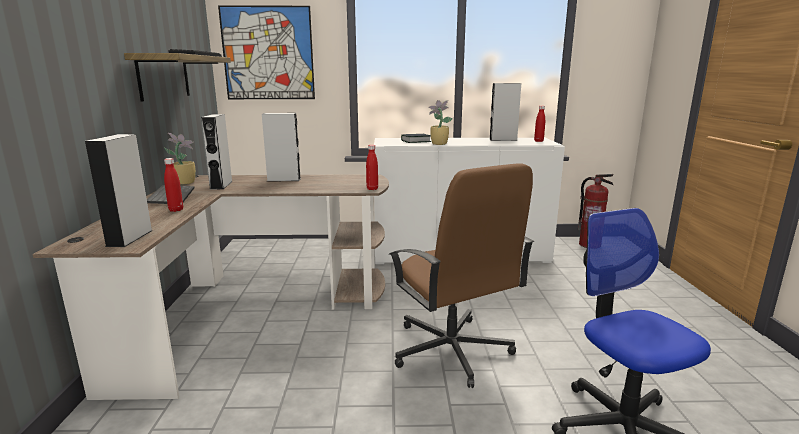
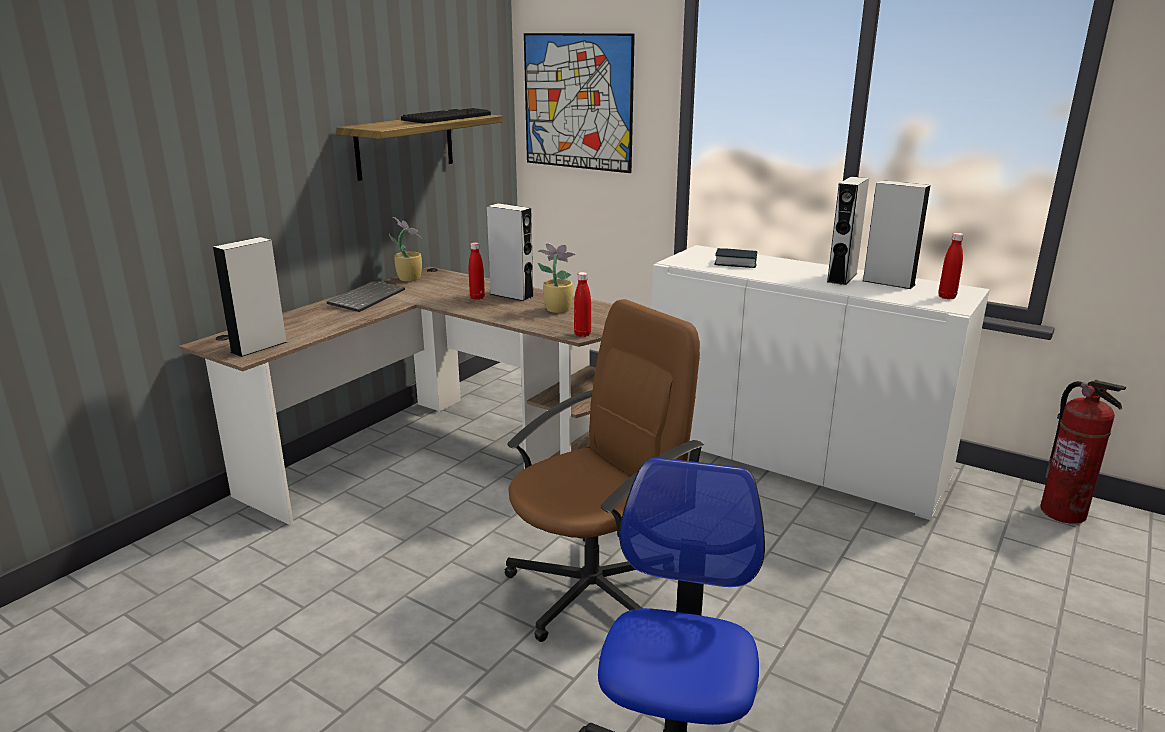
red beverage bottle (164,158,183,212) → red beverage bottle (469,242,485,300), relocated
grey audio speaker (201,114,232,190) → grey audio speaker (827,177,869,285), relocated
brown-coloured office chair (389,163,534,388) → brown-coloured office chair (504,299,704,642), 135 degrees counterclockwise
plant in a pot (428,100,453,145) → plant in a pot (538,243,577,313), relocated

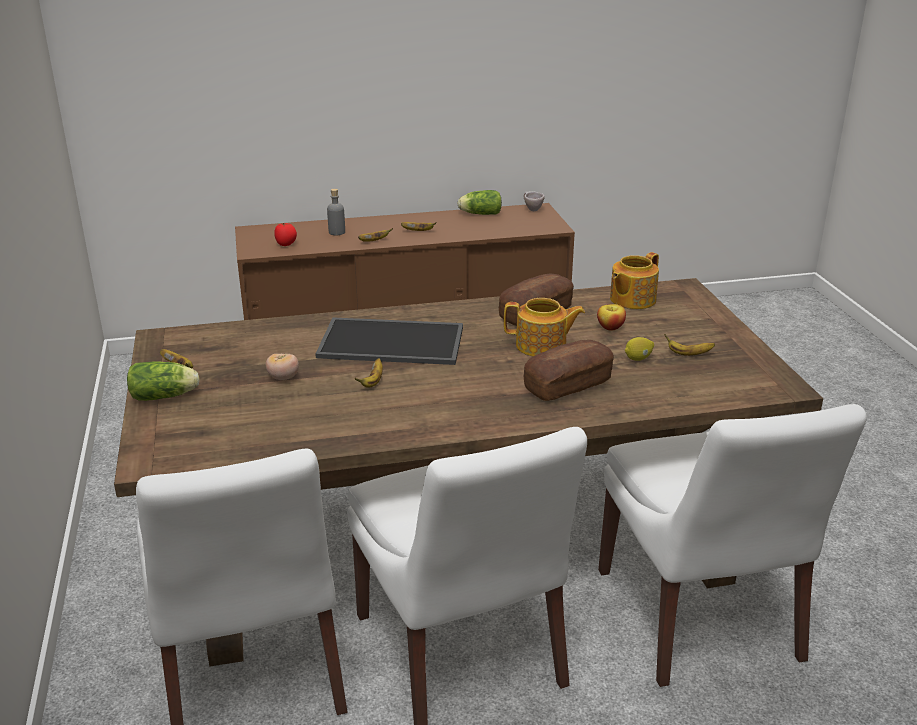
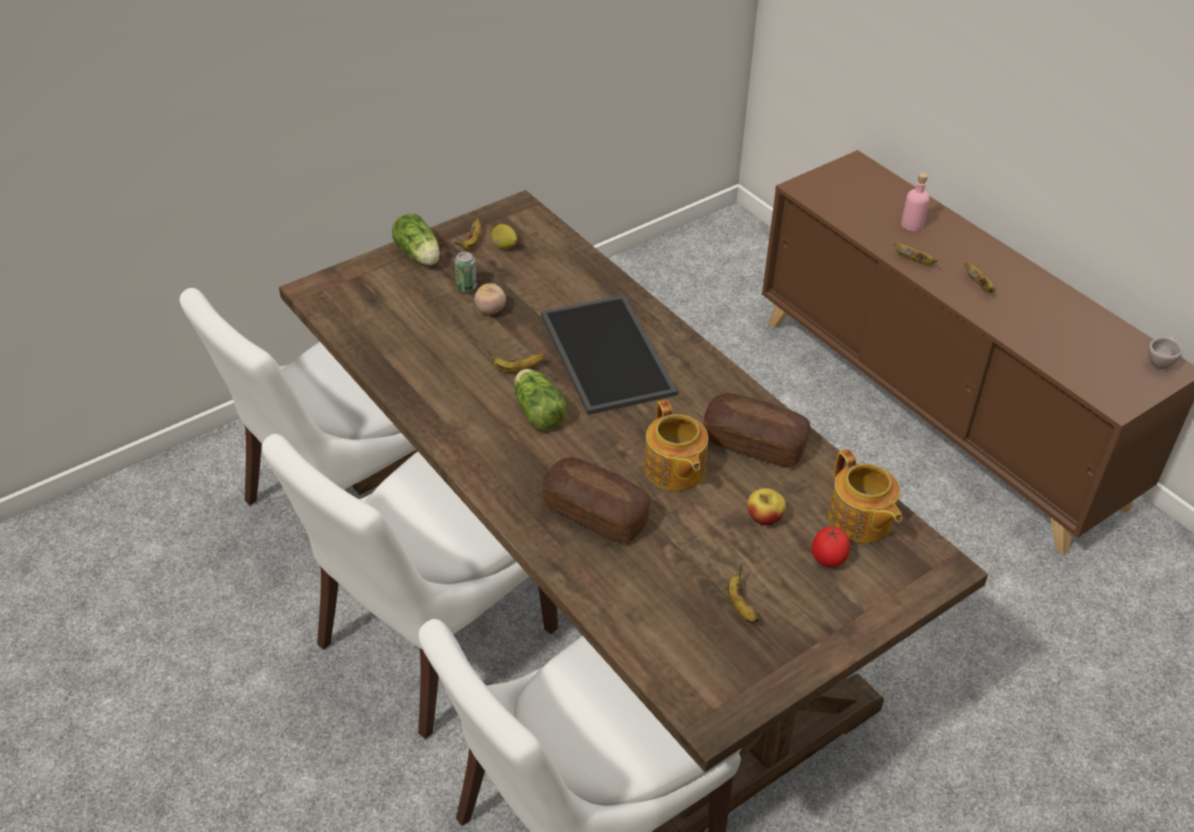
fresh tomato (274,223,297,246) → fresh tomato (812,526,850,567), relocated
grey beverage bottle (327,189,345,235) → pinkish beverage bottle (901,173,930,231)
head of lettuce (457,190,502,215) → head of lettuce (515,369,567,431), relocated
teapot (610,252,659,309) → teapot (828,449,902,543), 135 degrees counterclockwise
whole lemon (625,337,654,361) → whole lemon (491,224,517,249), relocated
- → metal can (454,252,477,292)

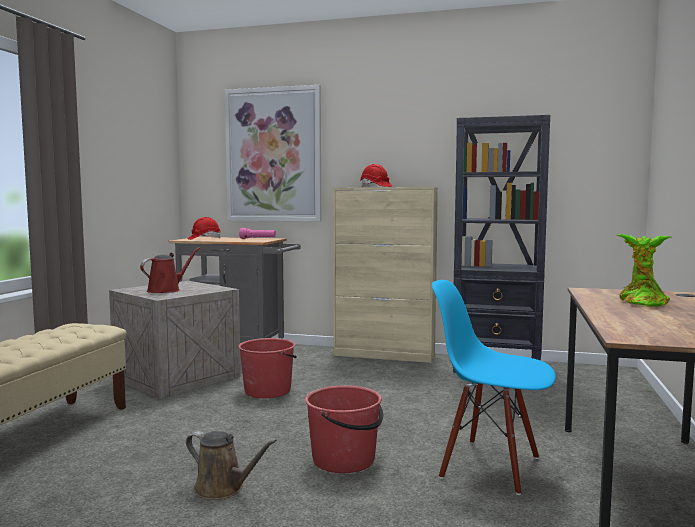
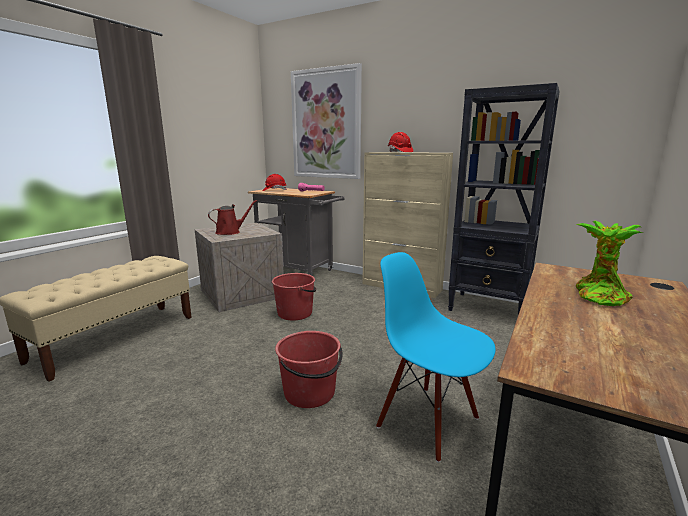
brown-coloured sprinkling can (186,431,277,500) → -

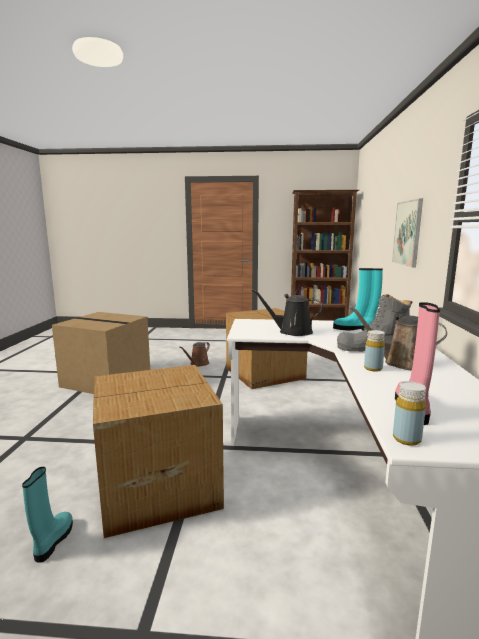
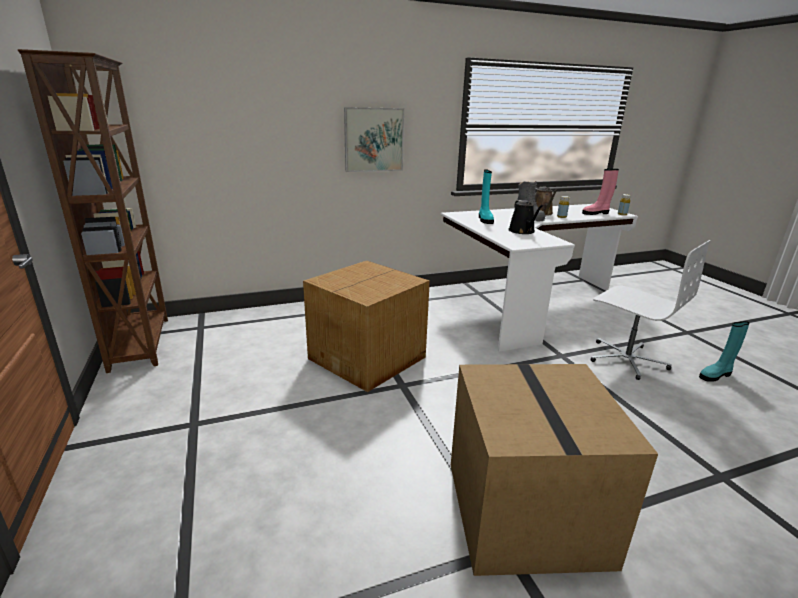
carton (93,365,224,538) → white office chair (590,240,710,380)
brown-coloured sprinkling can (179,342,210,367) → -

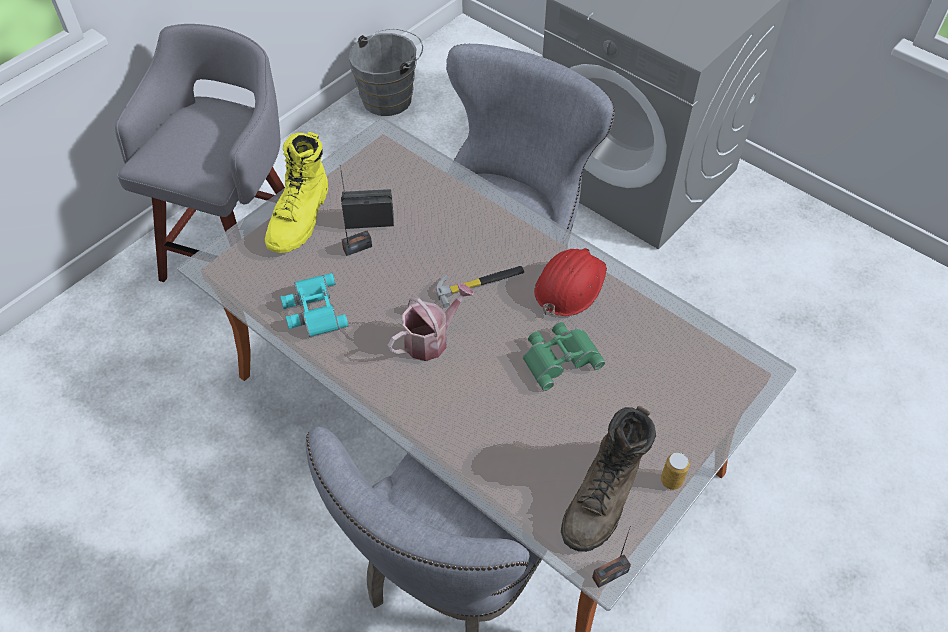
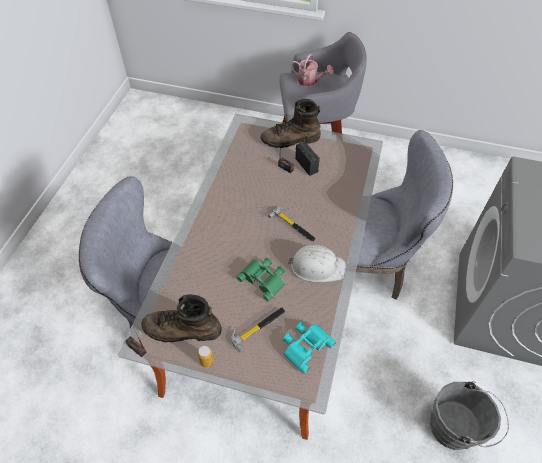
yellow high-top boot (265,132,328,253) → brown-coloured high-top boot (261,99,321,148)
turquoise-coloured field glasses (280,273,349,337) → turquoise-coloured field glasses (283,322,336,374), relocated
grey water bucket (349,28,423,116) → grey water bucket (430,381,509,450), relocated
sprinkling can (387,283,475,361) → sprinkling can (291,54,334,86), relocated
red work helmet (534,248,607,316) → white work helmet (287,245,346,282)
- → hand hammer (231,308,285,353)

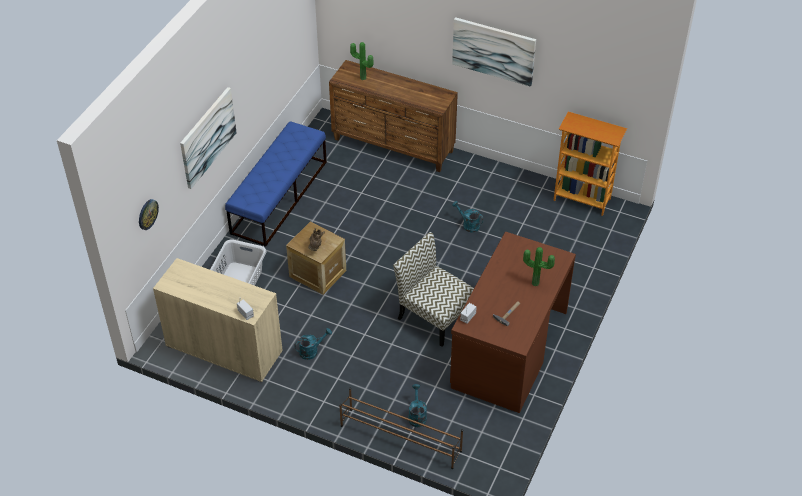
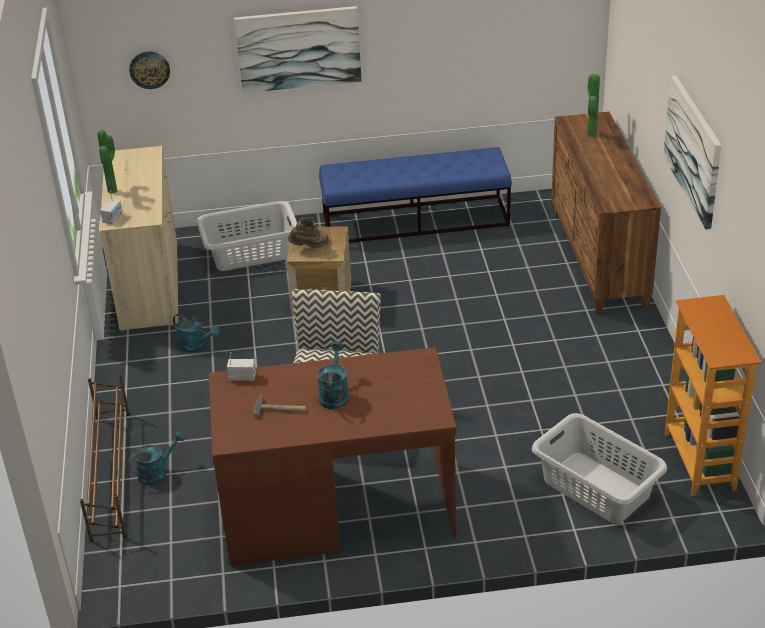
turquoise-coloured sprinkling can (452,201,484,233) → turquoise-coloured sprinkling can (317,341,349,409), relocated
plant in a pot (523,247,555,286) → plant in a pot (98,130,117,194), relocated
- → grey hamper (532,413,667,524)

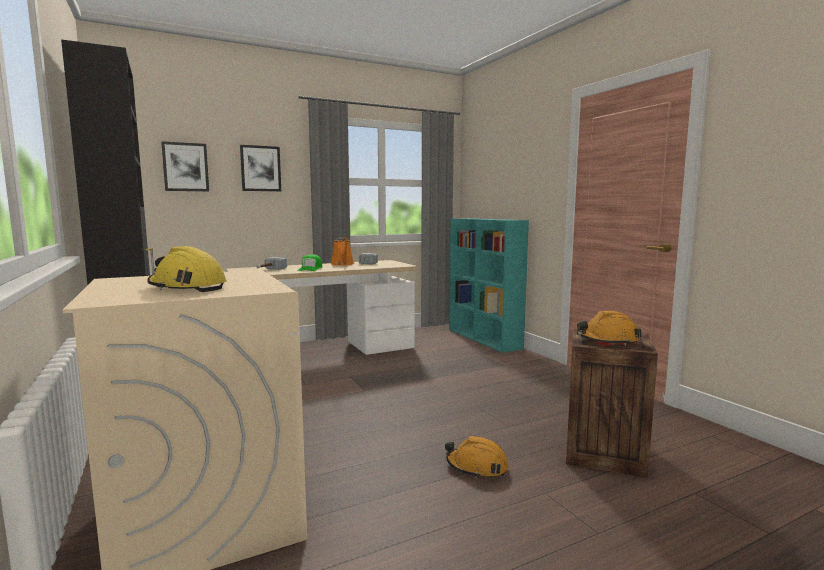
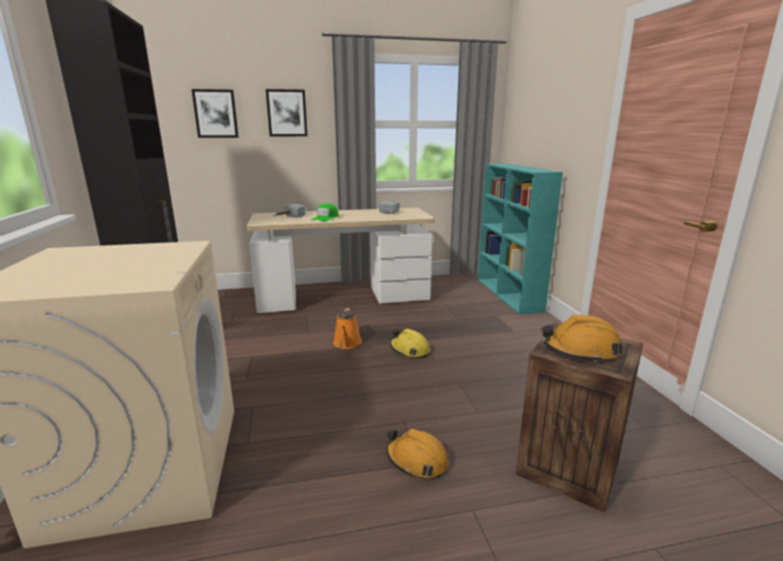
yellow work helmet (147,246,227,292) → yellow work helmet (390,329,430,359), relocated
orange sprinkling can (331,236,354,266) → orange sprinkling can (333,308,362,349), relocated

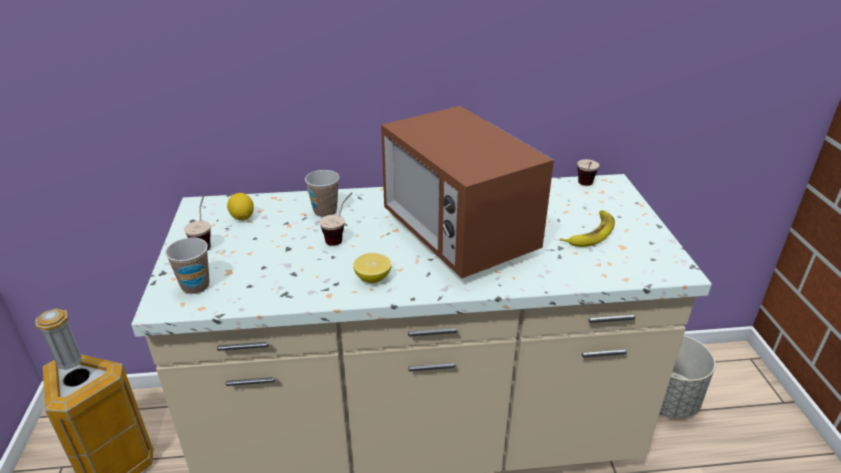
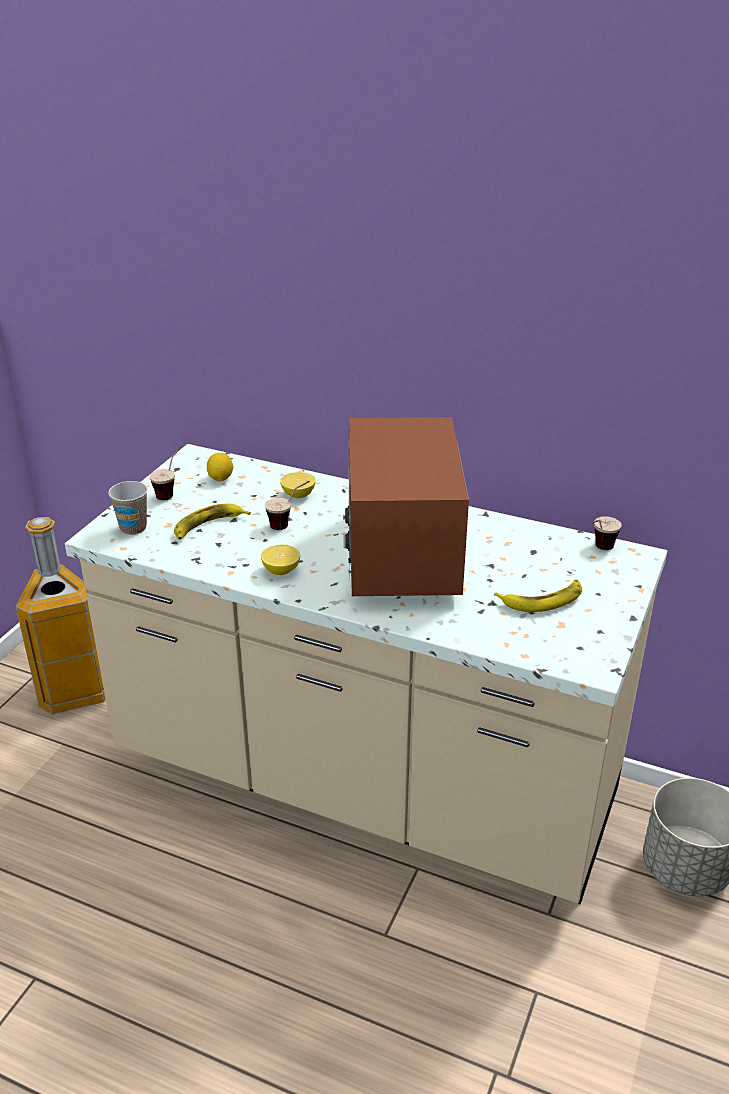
drinking cup (305,170,339,217) → whole lemon (280,472,316,498)
- → banana fruit (174,504,251,540)

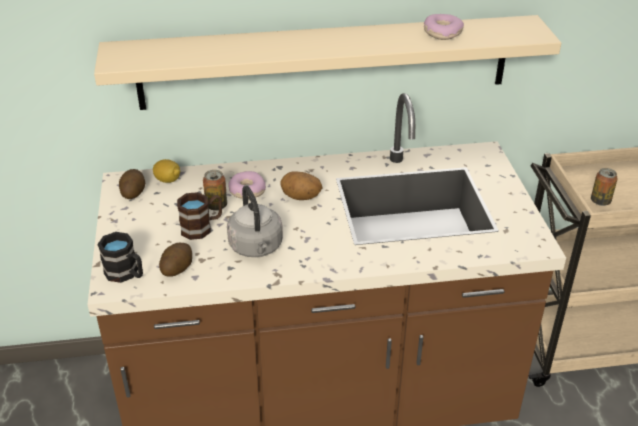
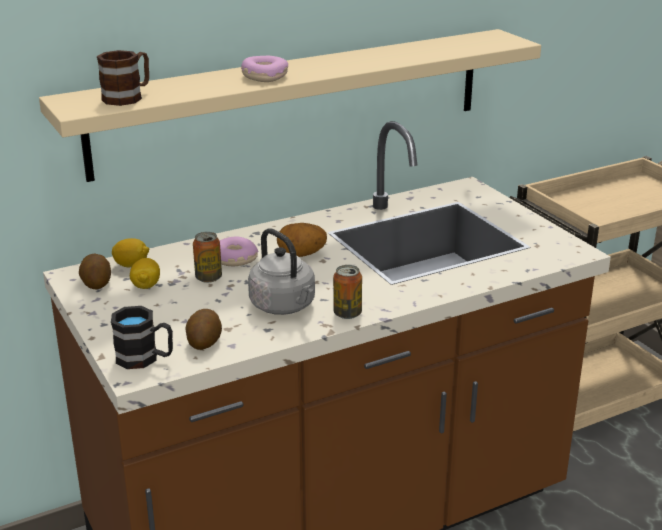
brown-coloured tea mug (177,192,222,240) → brown-coloured tea mug (97,50,149,106), relocated
donut (424,14,464,40) → donut (241,56,288,82), relocated
metal can (591,168,618,206) → metal can (333,265,362,319), relocated
- → whole lemon (130,258,160,289)

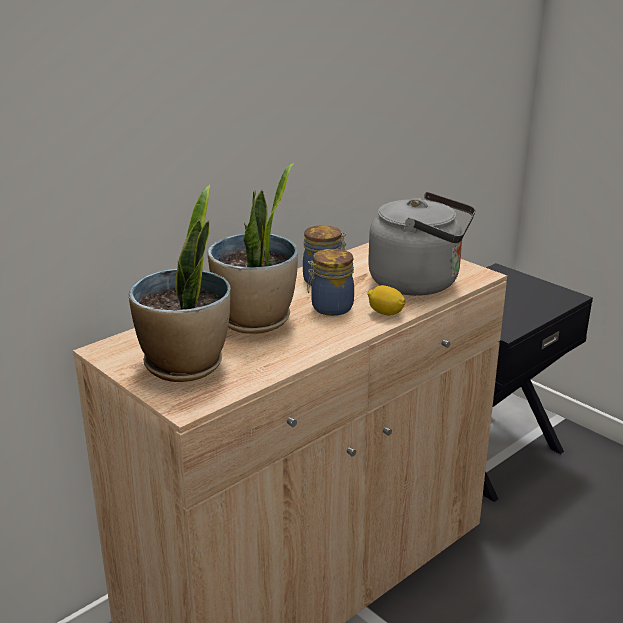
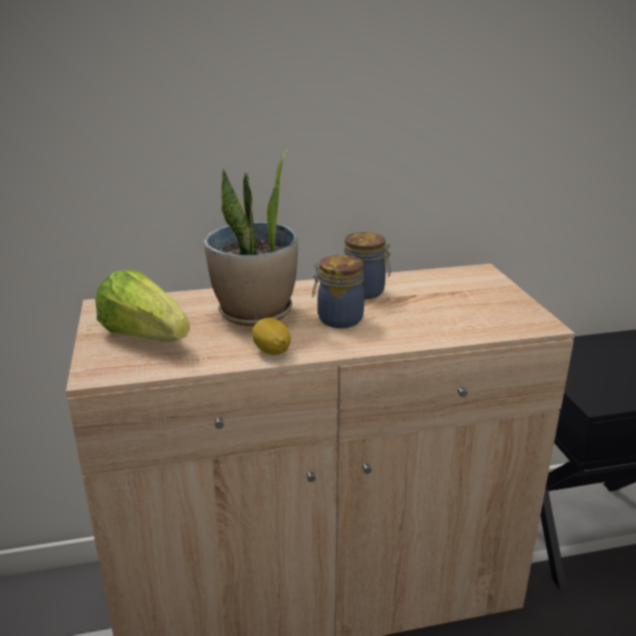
plant in a pot (129,185,231,382) → head of lettuce (95,269,190,342)
whole lemon (367,285,405,316) → whole lemon (252,318,291,355), relocated
grey water kettle (368,192,475,296) → -

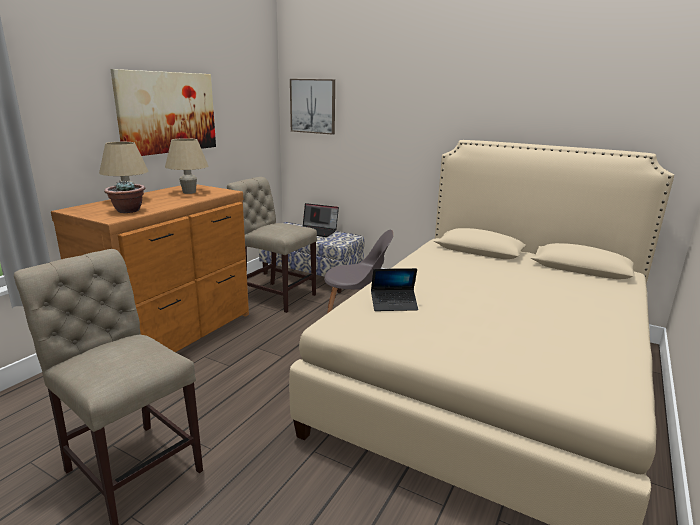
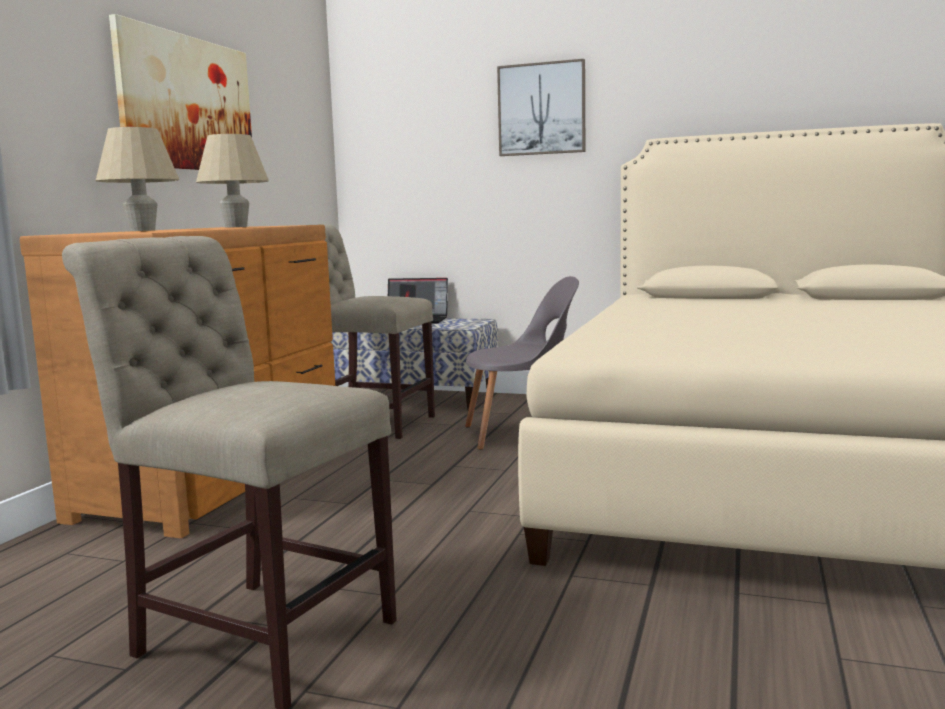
plant in a pot (104,181,145,213) → -
wall art (290,79,335,135) → wall art (497,59,585,156), relocated
portable computer (371,268,418,311) → -

